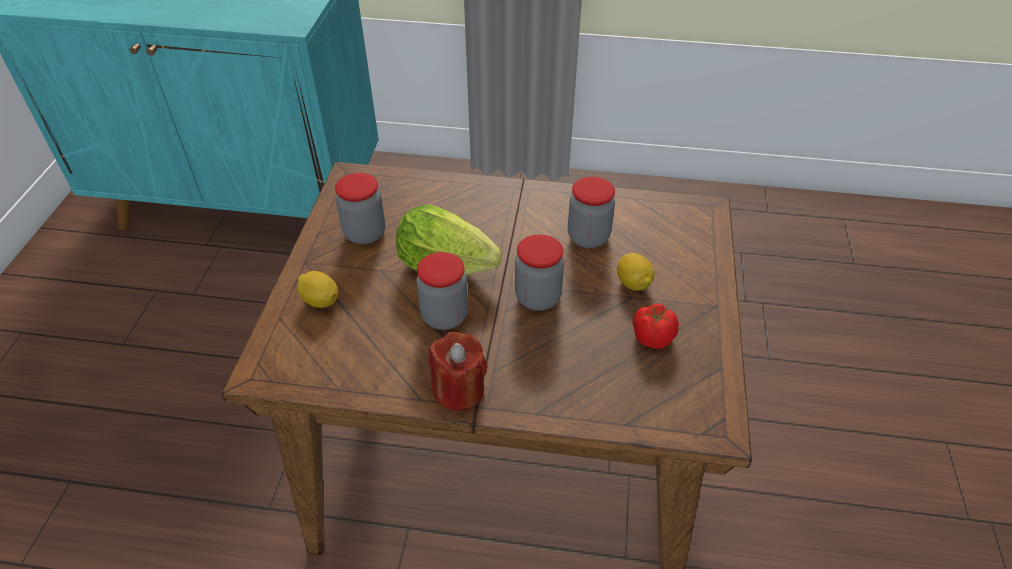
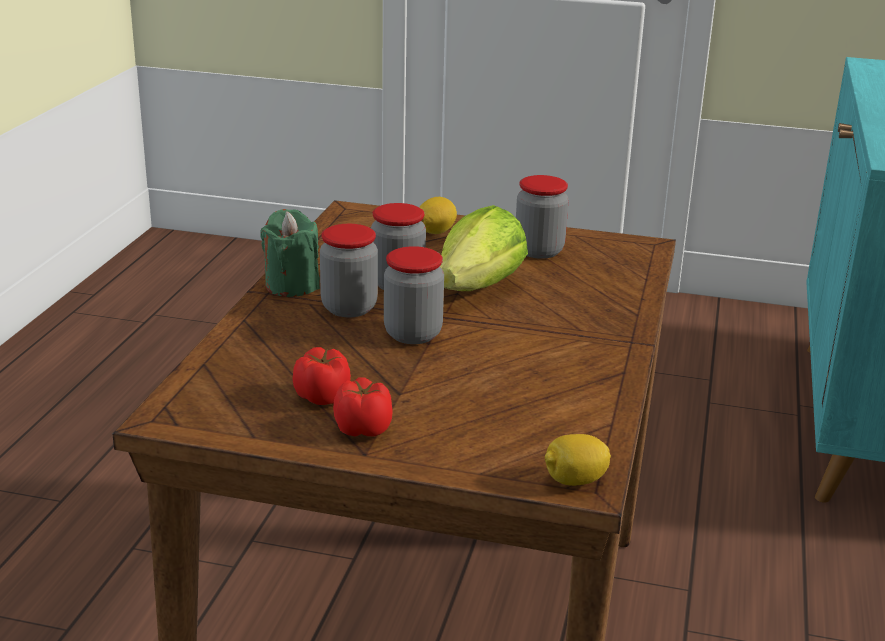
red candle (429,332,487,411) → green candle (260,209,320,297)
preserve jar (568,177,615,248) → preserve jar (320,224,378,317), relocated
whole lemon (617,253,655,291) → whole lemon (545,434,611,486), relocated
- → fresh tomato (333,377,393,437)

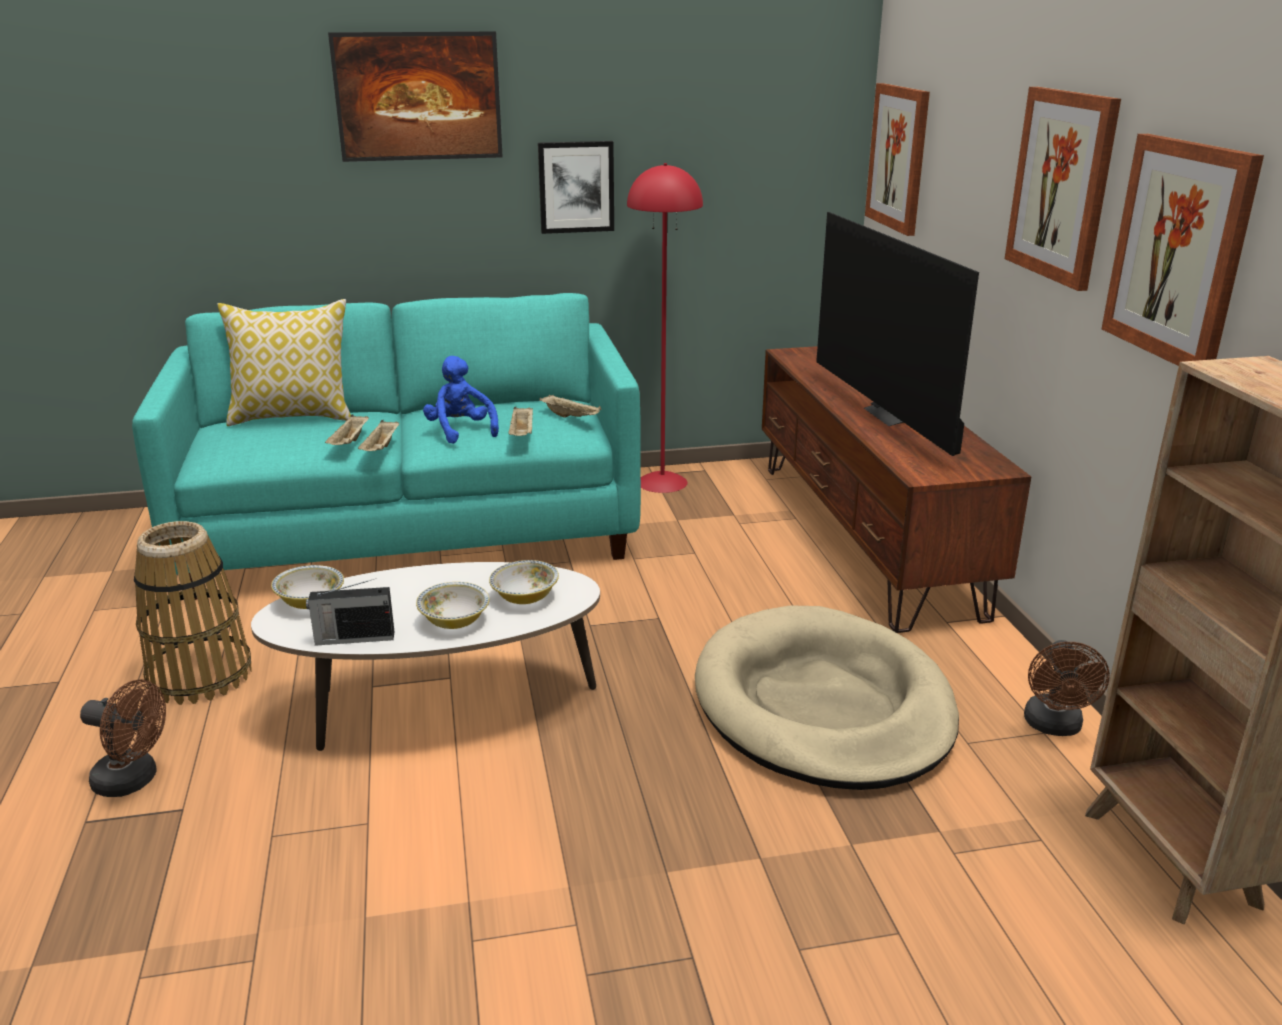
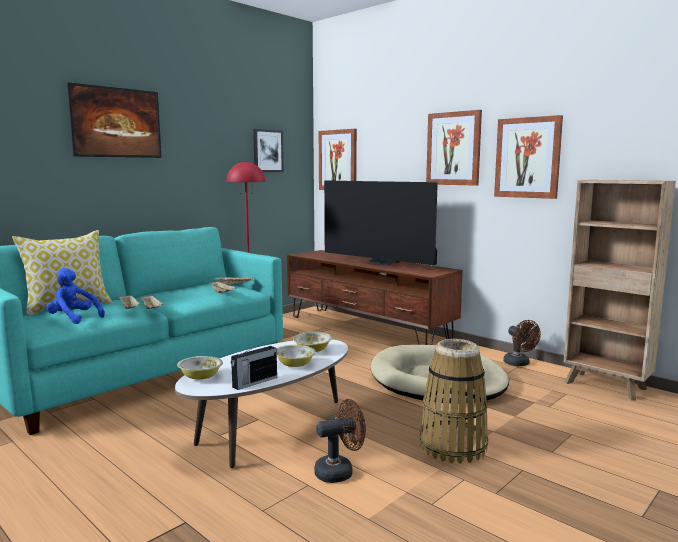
brown-coloured cooling fan (80,680,166,797) → brown-coloured cooling fan (314,399,366,483), relocated
basket (134,521,252,705) → basket (420,339,488,464), relocated
bluish plush toy (423,356,499,444) → bluish plush toy (46,268,105,324), relocated
wall art (538,141,614,234) → wall art (253,129,284,172), relocated

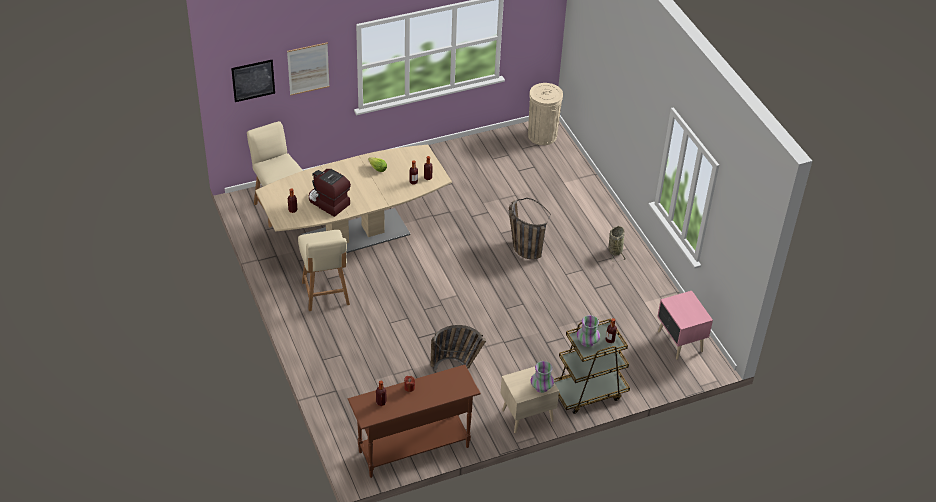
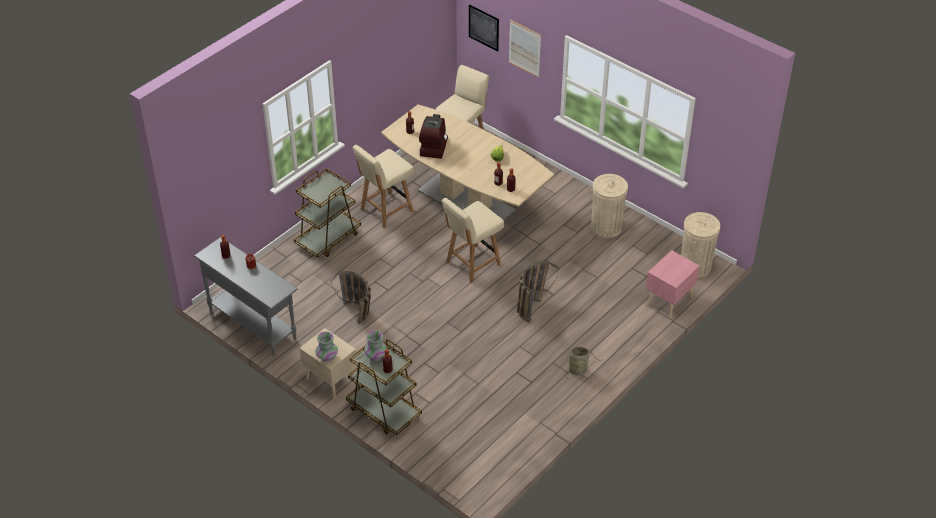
brown-coloured hall table (348,365,481,478) → grey hall table (194,237,298,356)
pinkish nightstand (657,291,713,360) → pinkish nightstand (646,250,700,318), relocated
- → brown-coloured trolley (294,168,361,258)
- → beige chair (442,198,504,283)
- → beige rubbish bin (591,174,628,238)

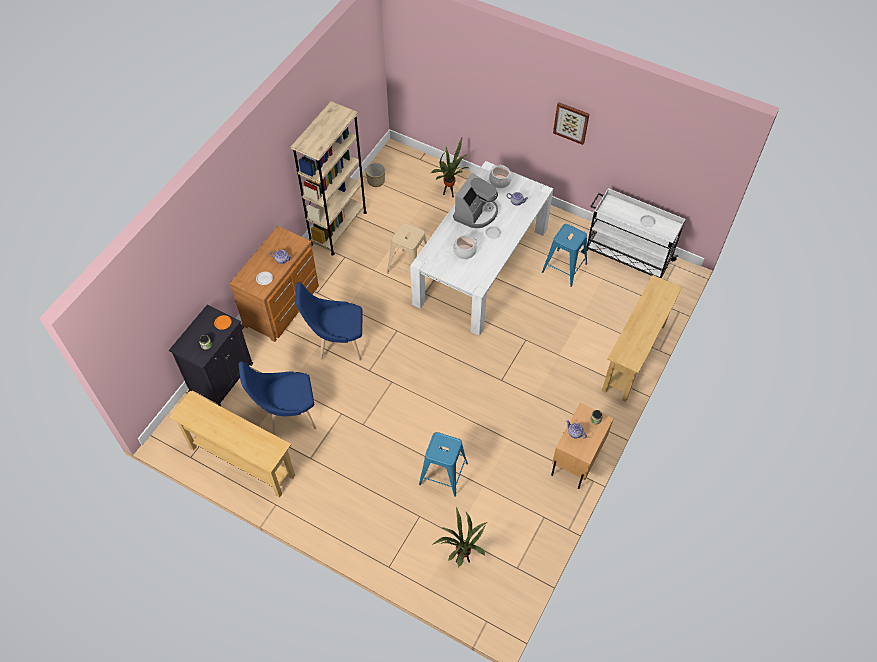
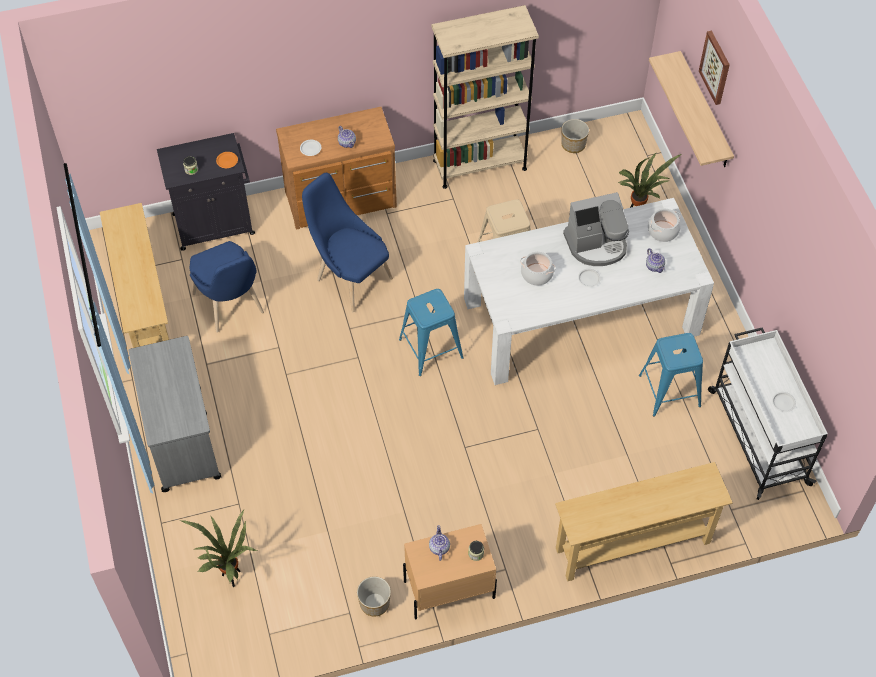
bluish chair (239,361,316,435) → bluish chair (190,241,264,333), 150 degrees counterclockwise
bluish sitting stool (419,432,468,497) → bluish sitting stool (399,289,464,376), relocated
wall art (553,102,589,145) → wall art (699,31,730,105), relocated
- → grey trolley (129,336,221,492)
- → planter (357,576,391,616)
- → bracket shelf (649,51,734,167)

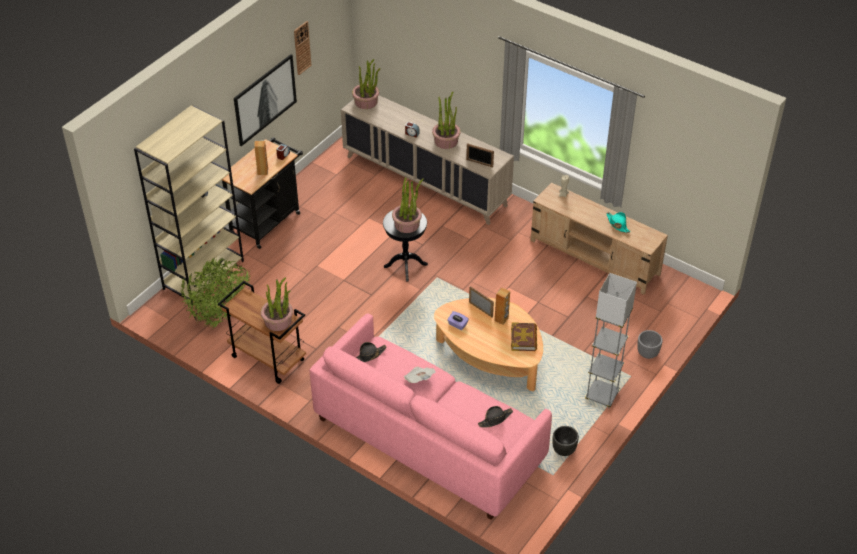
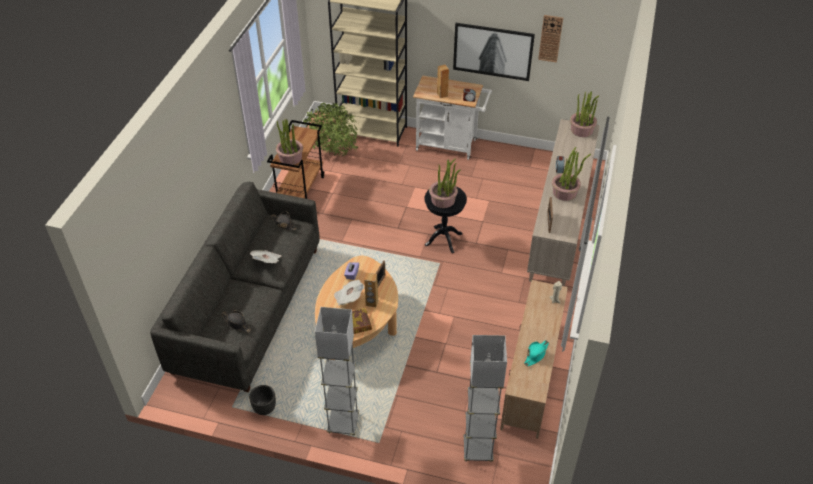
blackish trolley (222,137,303,249) → white trolley (413,75,492,160)
pinkish sofa (310,313,552,520) → grey sofa (150,182,320,392)
grey planter (637,330,663,359) → -
- → printed paper (334,280,364,306)
- → grey standard lamp (463,335,507,462)

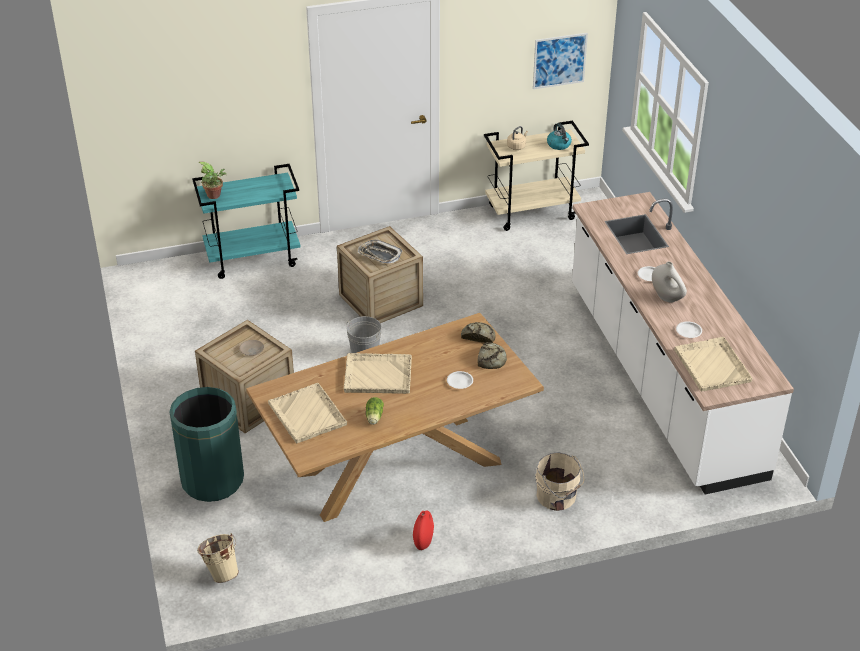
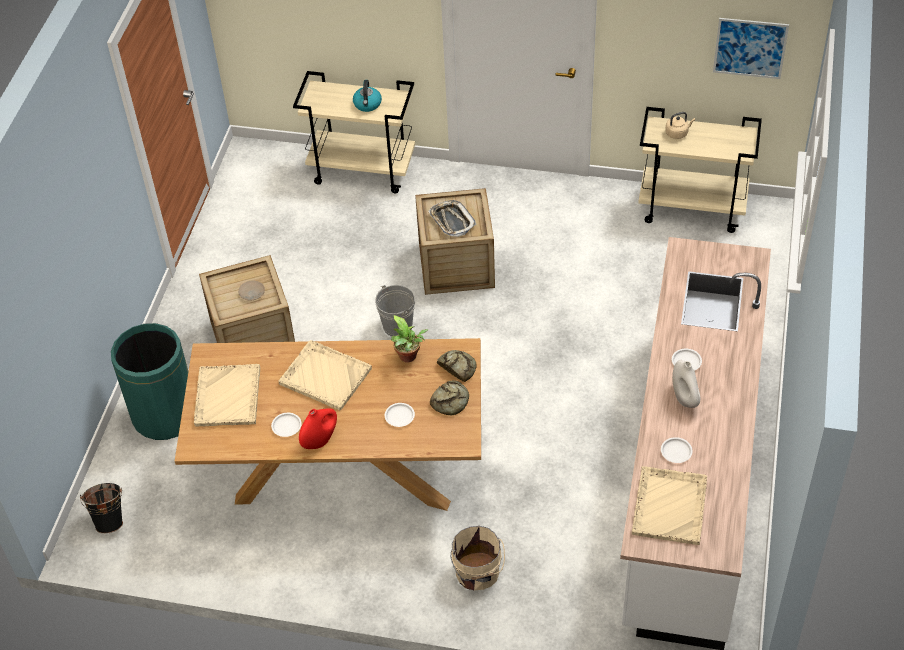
turquoise-coloured trolley (192,164,300,279) → beige trolley (293,71,415,194)
beige water bucket (197,533,239,583) → blackish water bucket (80,483,123,534)
plant in a pot (198,162,226,199) → plant in a pot (391,315,428,362), relocated
head of lettuce (366,397,384,425) → white plate (271,413,302,437)
red vase (413,511,434,550) → red vase (299,409,337,449), relocated
water kettle (547,123,572,150) → water kettle (353,80,382,112), relocated

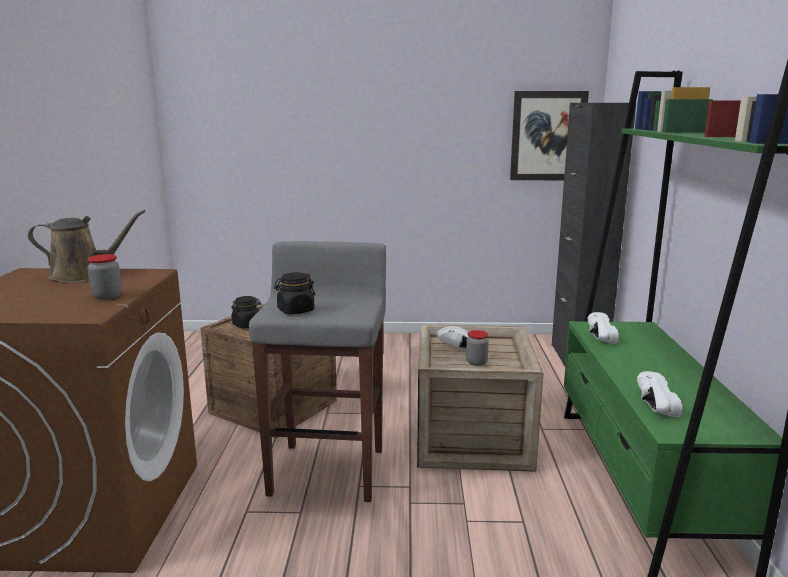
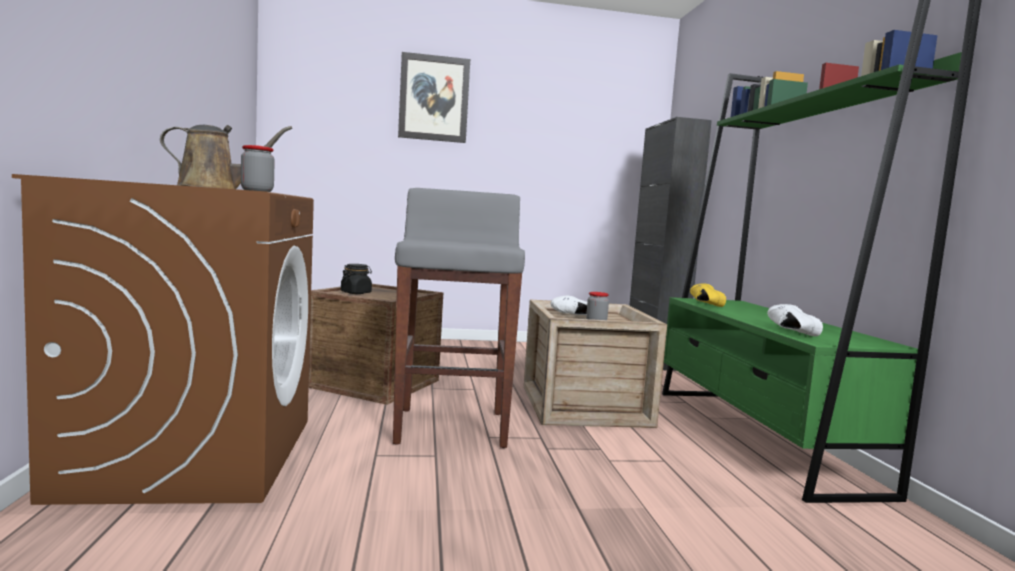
blackish preserve jar (274,272,315,315) → -
wall art (510,91,589,180) → wall art (398,52,470,143), relocated
white low shoe (588,312,619,344) → yellow low shoe (690,283,726,307)

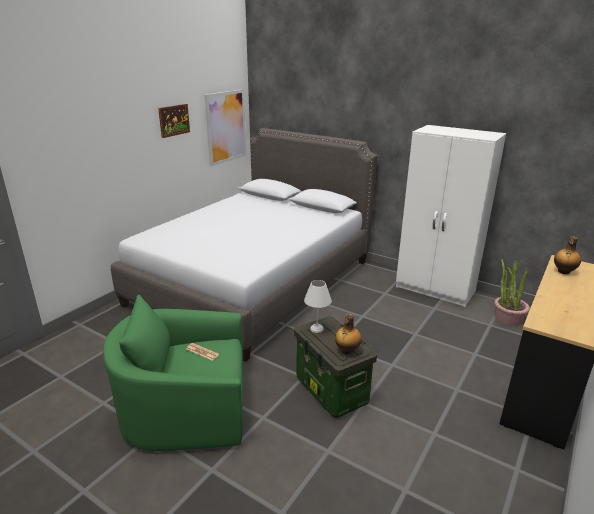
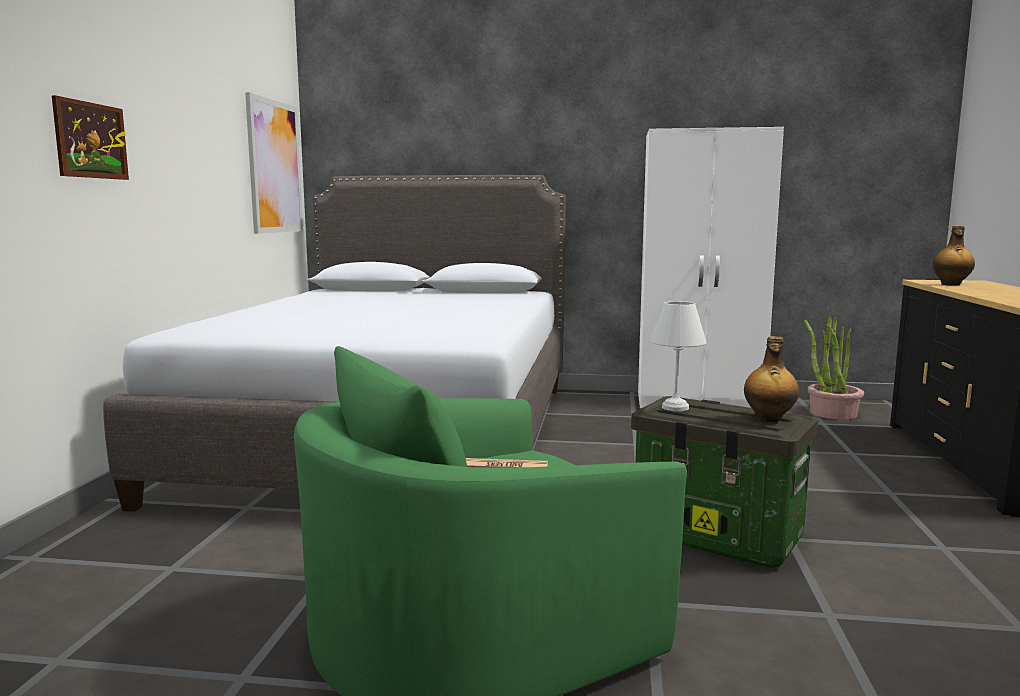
wall art (158,104,190,138) → wall art (52,95,129,180), relocated

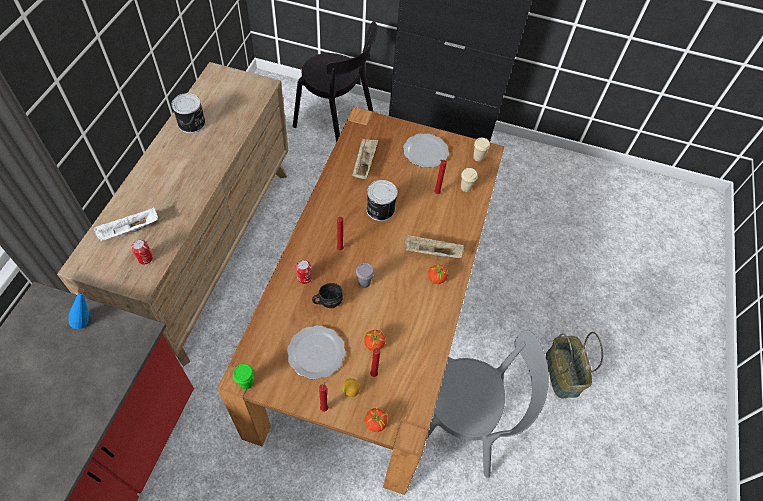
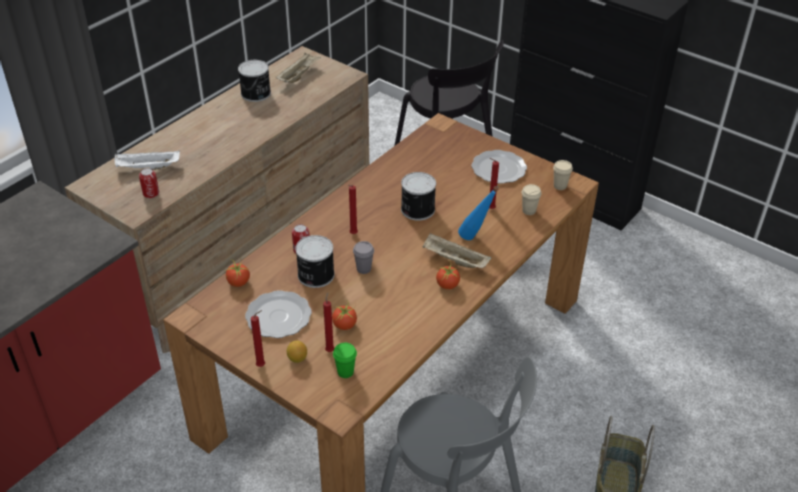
bluish beverage bottle (69,288,89,329) → bluish beverage bottle (458,186,499,240), relocated
green drinking cup (233,364,254,389) → green drinking cup (333,343,357,378), relocated
blackish tea mug (312,283,343,308) → metal can (295,235,335,288)
beige tray (352,139,378,179) → beige tray (276,53,321,83), relocated
fresh tomato (365,407,388,432) → fresh tomato (226,260,250,287), relocated

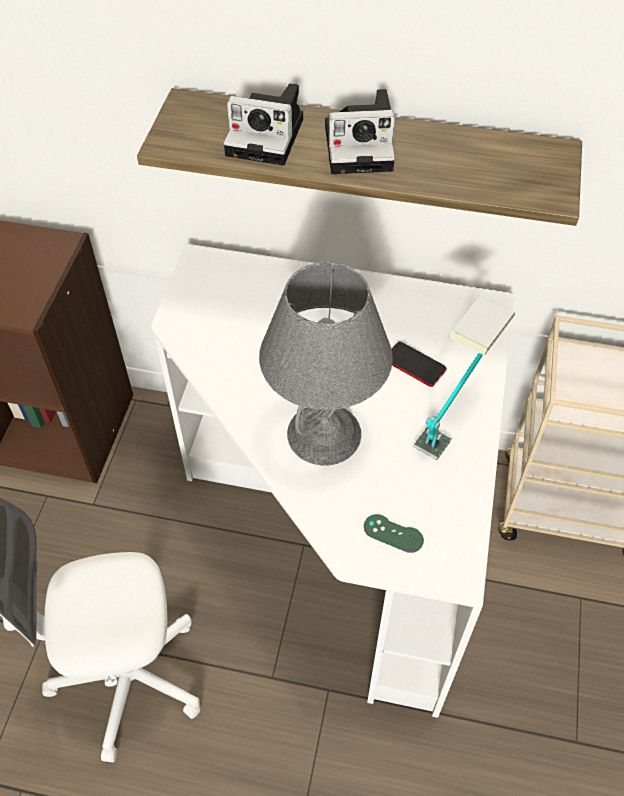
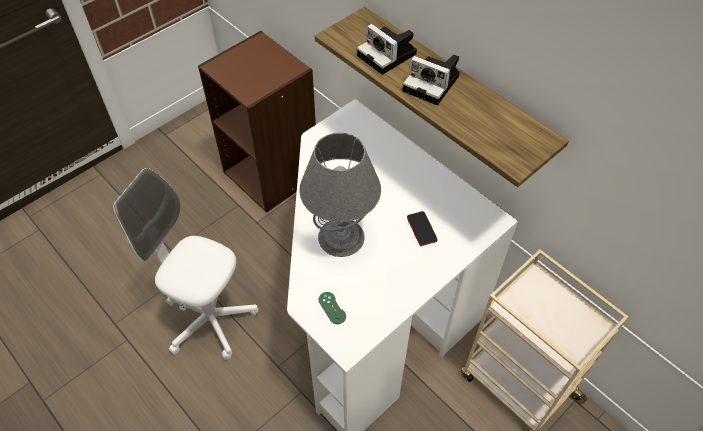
tabletop lamp (413,296,515,460) → -

